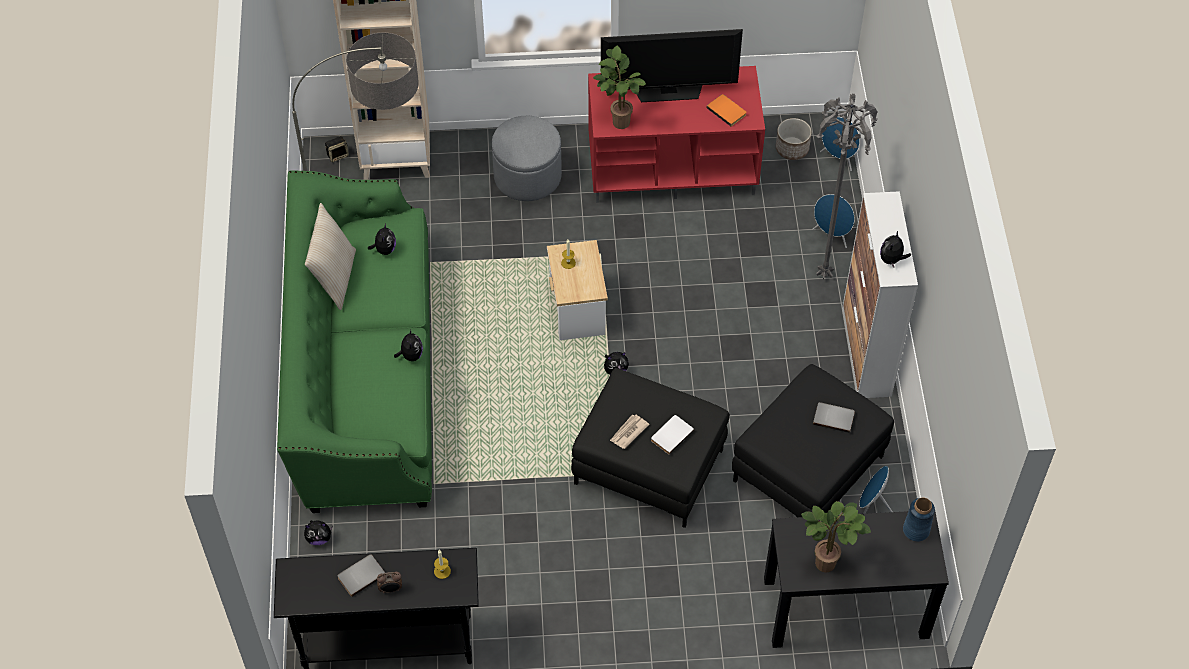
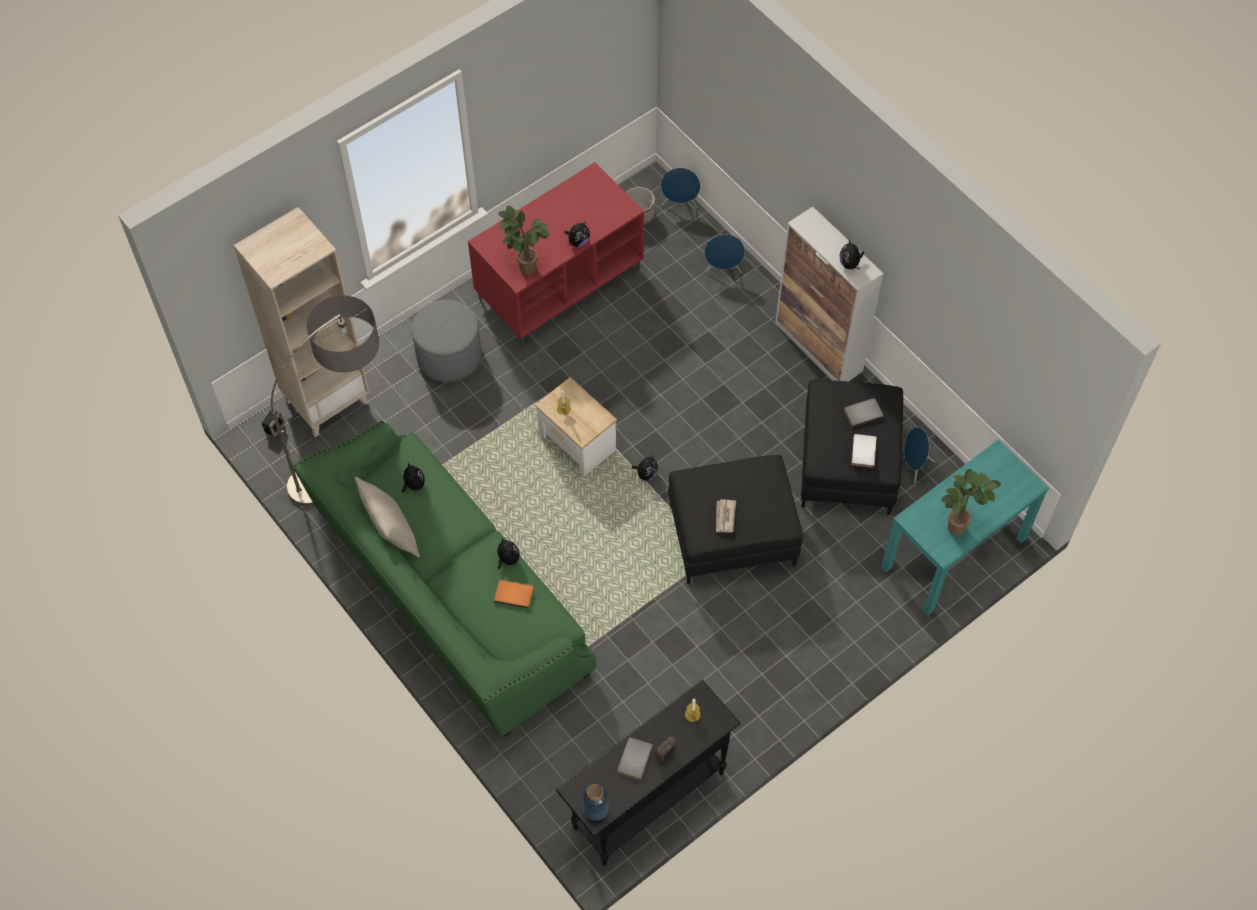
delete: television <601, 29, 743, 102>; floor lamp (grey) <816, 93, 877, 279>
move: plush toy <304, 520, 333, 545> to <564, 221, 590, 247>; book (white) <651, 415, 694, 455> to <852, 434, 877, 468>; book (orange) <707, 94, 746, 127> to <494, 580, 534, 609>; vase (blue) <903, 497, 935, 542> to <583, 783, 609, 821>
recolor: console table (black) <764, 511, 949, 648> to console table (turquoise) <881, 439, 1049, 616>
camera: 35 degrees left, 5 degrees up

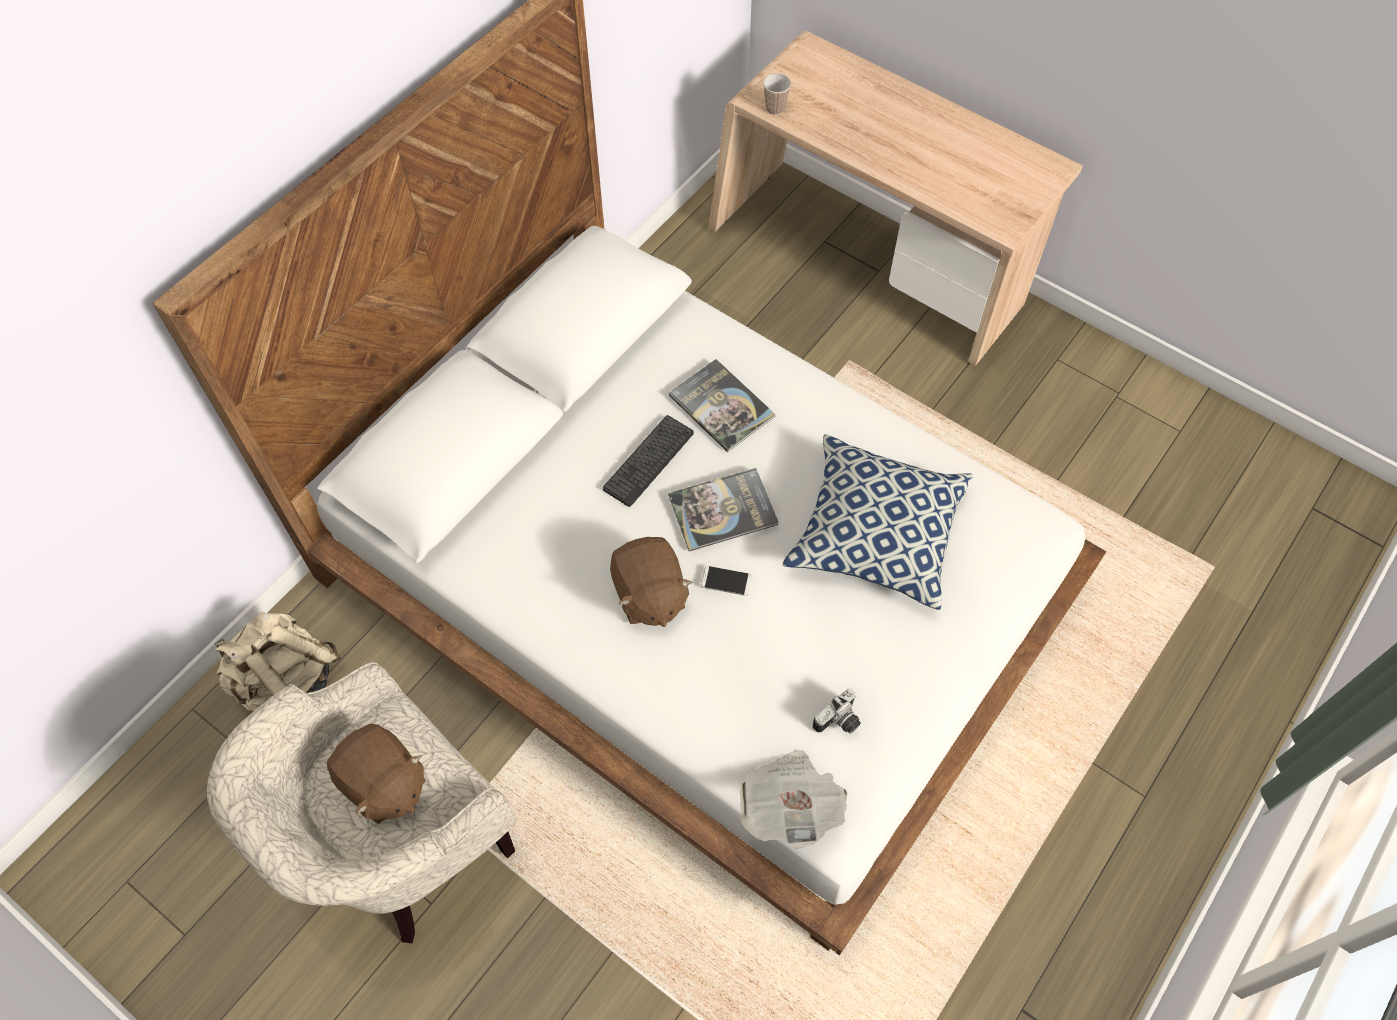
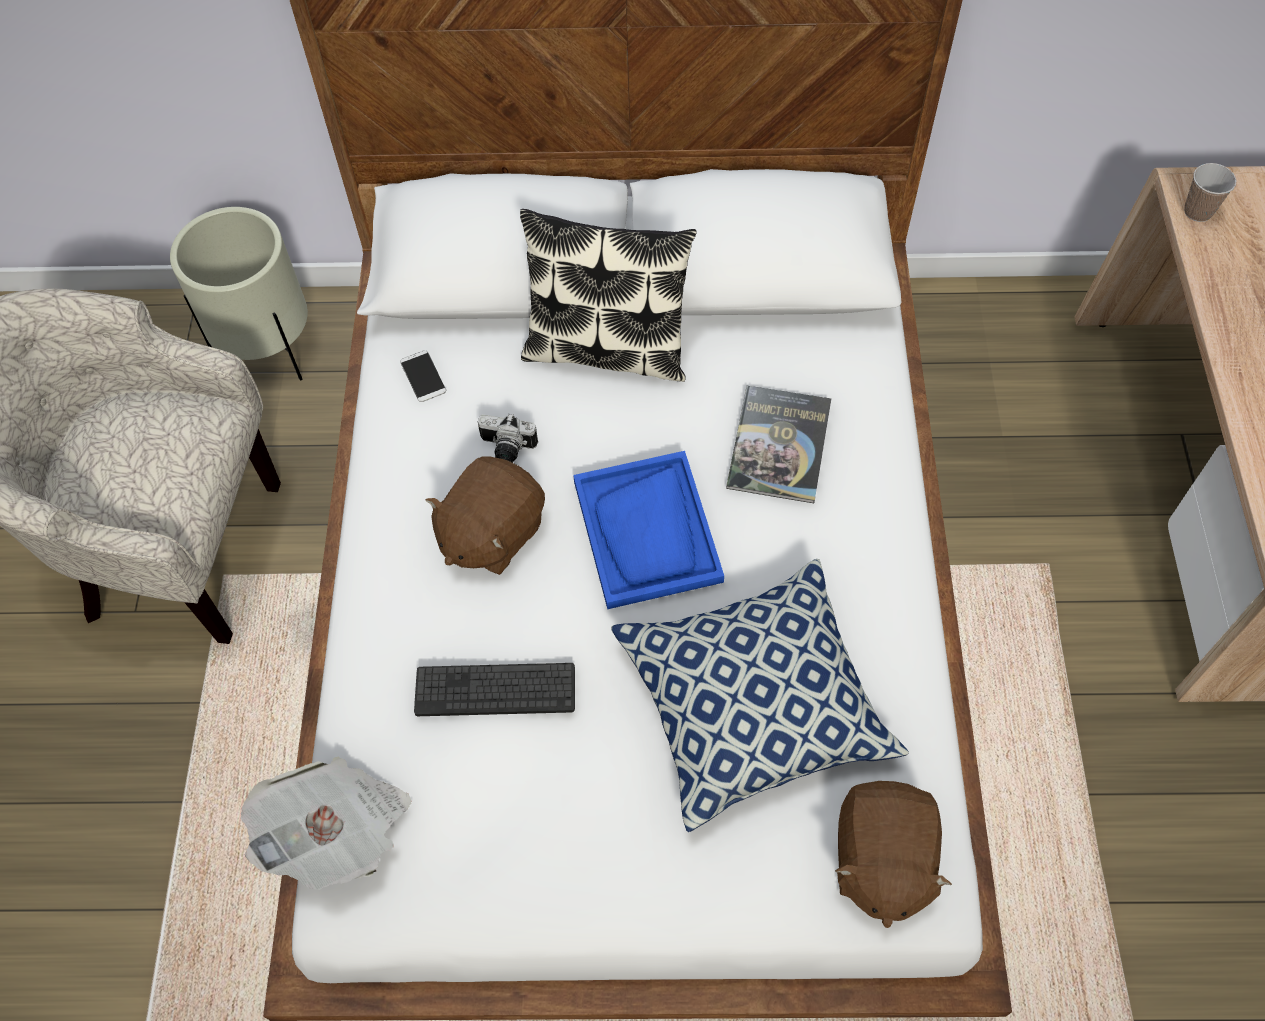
insert: pillow <520, 209, 697, 382>
move: plush toy (brown) <327, 723, 426, 824> to <835, 781, 952, 928>; keyboard <603, 415, 694, 507> to <414, 663, 575, 716>; phone <701, 566, 752, 596> to <400, 350, 446, 402>; photo camera <813, 688, 861, 734> to <478, 414, 538, 463>
replace: backpack (beige) <215, 612, 341, 711> to planter (beige) <170, 207, 308, 381>; book <668, 468, 779, 551> to tray (blue) <573, 451, 724, 609>
camera: 55 degrees right, 0 degrees up

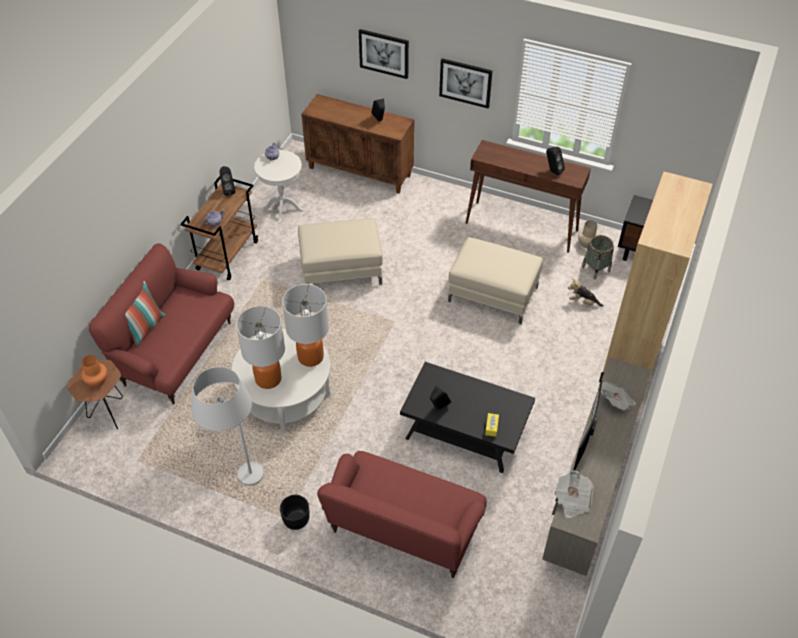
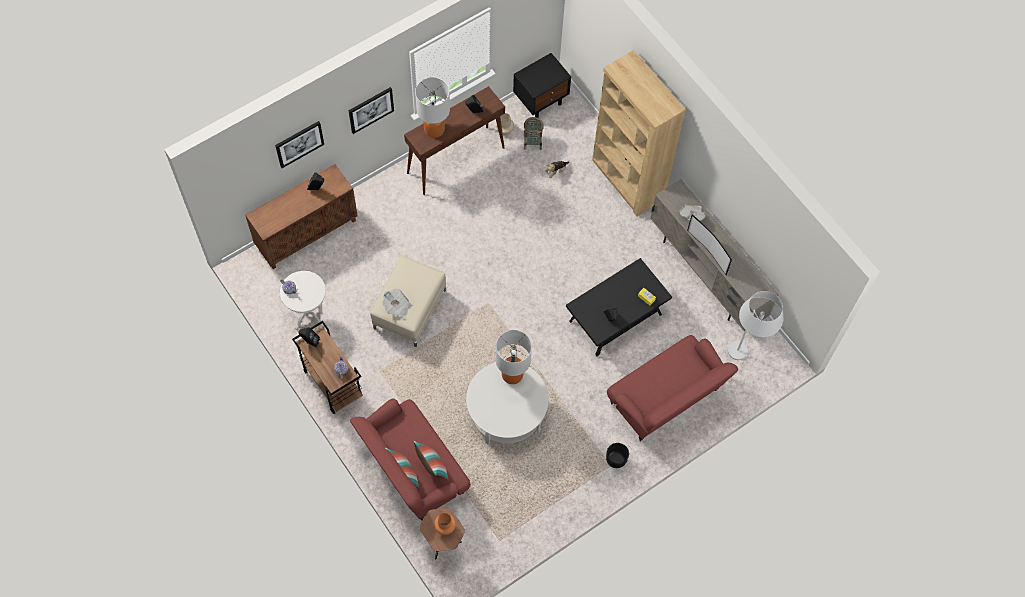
delete: ottoman (beige) <448, 237, 543, 325>
insert: pillow <414, 441, 449, 480>
move: floor lamp (white) <191, 367, 264, 486> to <728, 291, 783, 360>; table lamp <236, 306, 285, 389> to <415, 77, 450, 138>; newspaper <555, 470, 594, 518> to <383, 289, 411, 318>
camera: 60 degrees left, 15 degrees up

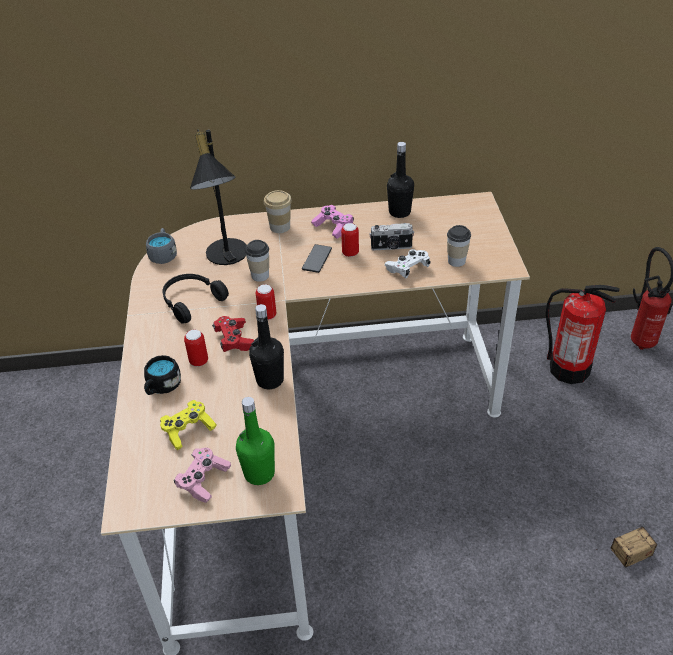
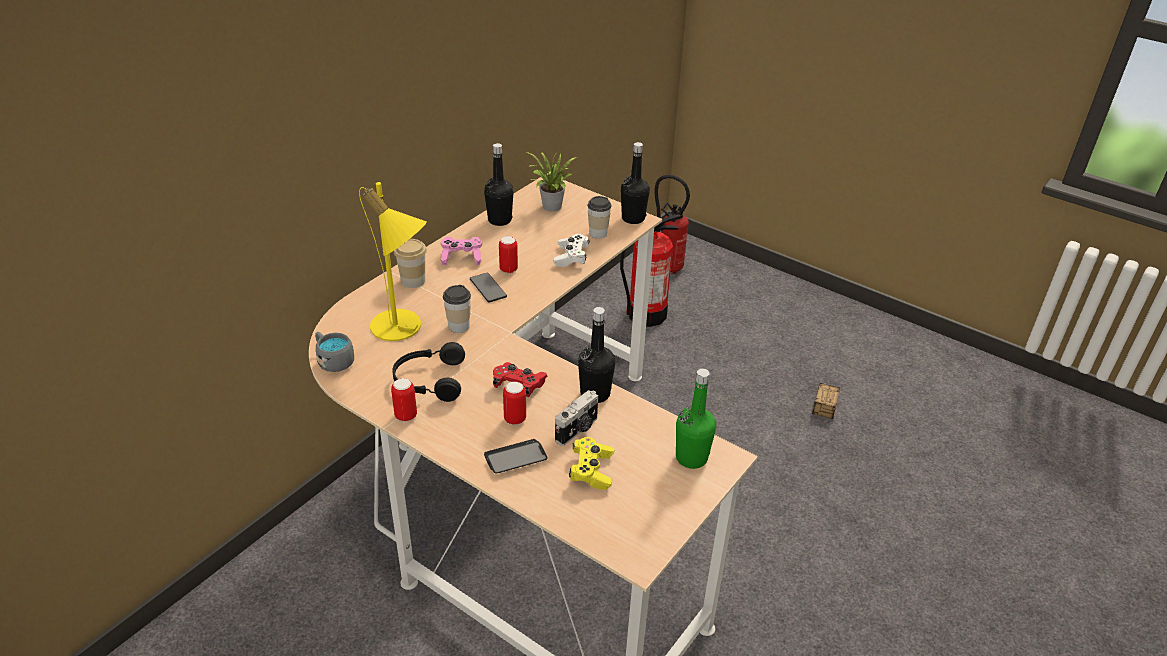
delete: game controller (pink) <174, 448, 231, 503>
insert: potted plant <527, 152, 576, 211>; bottle (black) <621, 142, 650, 224>
move: can <256, 284, 276, 320> to <391, 378, 417, 422>; photo camera <369, 223, 414, 250> to <555, 390, 598, 446>
replace: mug (black) <144, 355, 181, 395> to phone <484, 439, 547, 474>
recolor: table lamp (black) <190, 129, 247, 265> to table lamp (yellow) <359, 182, 427, 341>
camera: 50 degrees left, 5 degrees down

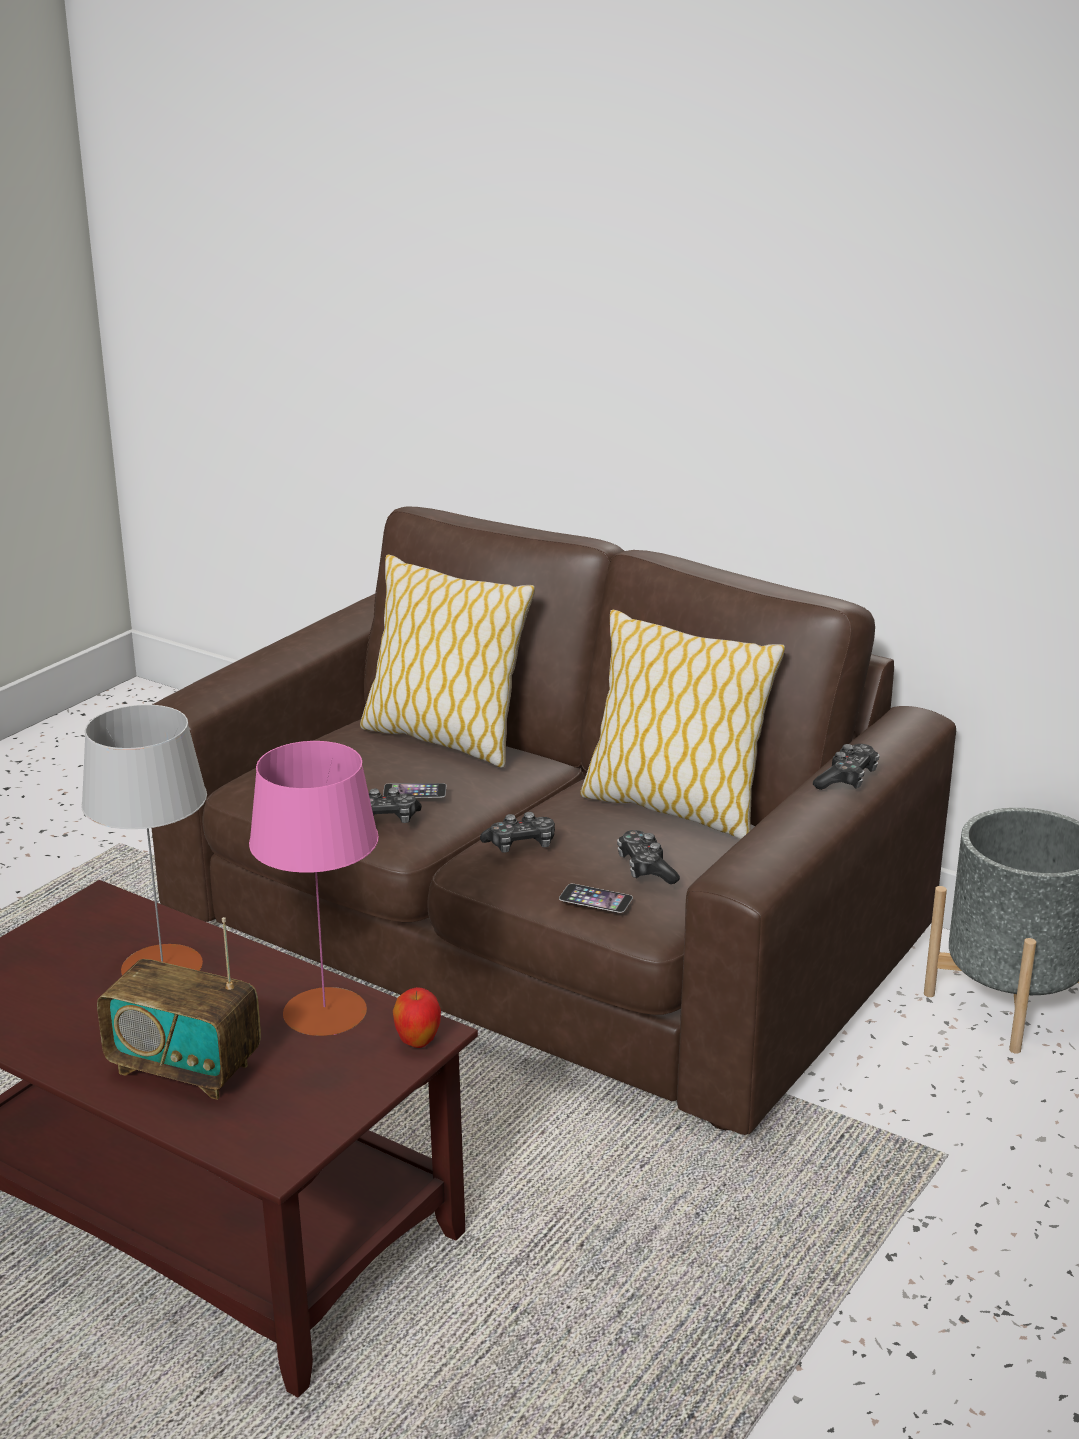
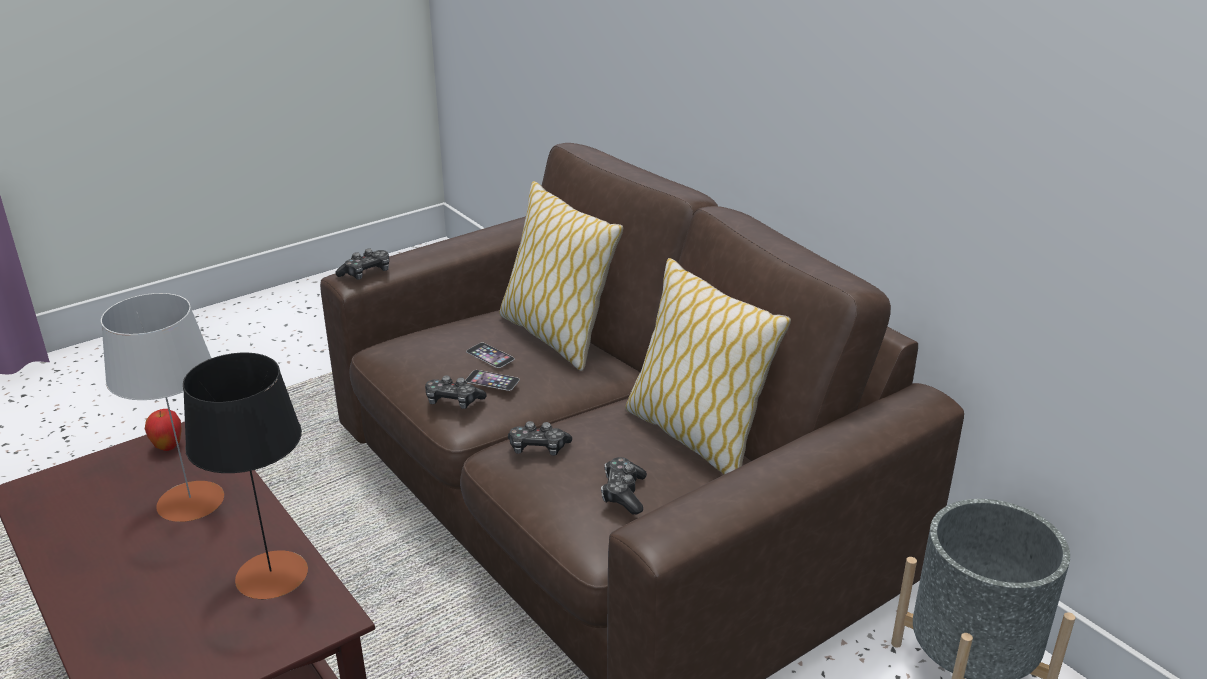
delete: radio <97, 917, 261, 1100>
move: apple <393, 987, 441, 1048> to <145, 409, 182, 451>; phone <559, 884, 633, 913> to <466, 343, 515, 368>; game controller <813, 744, 880, 790> to <335, 249, 389, 280>
recolor: table lamp (pink) <249, 741, 379, 1036> to table lamp (black) <183, 353, 308, 600>
camera: 20 degrees right, 5 degrees up

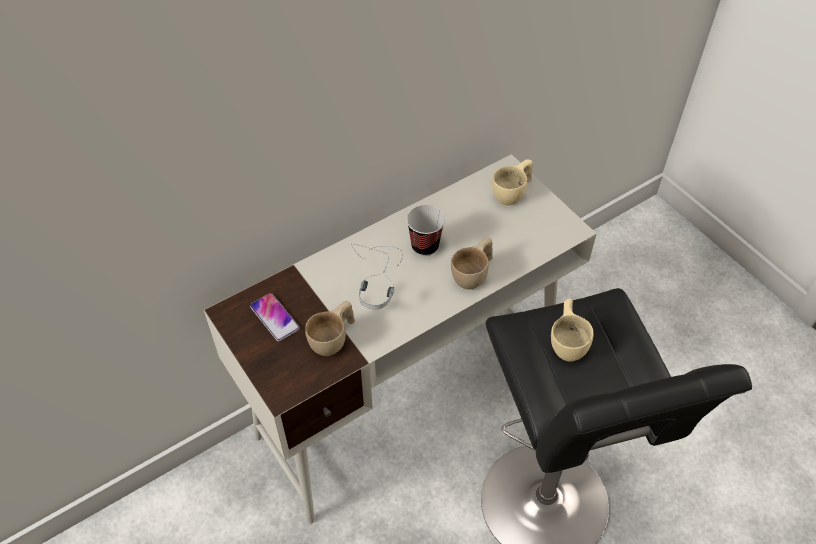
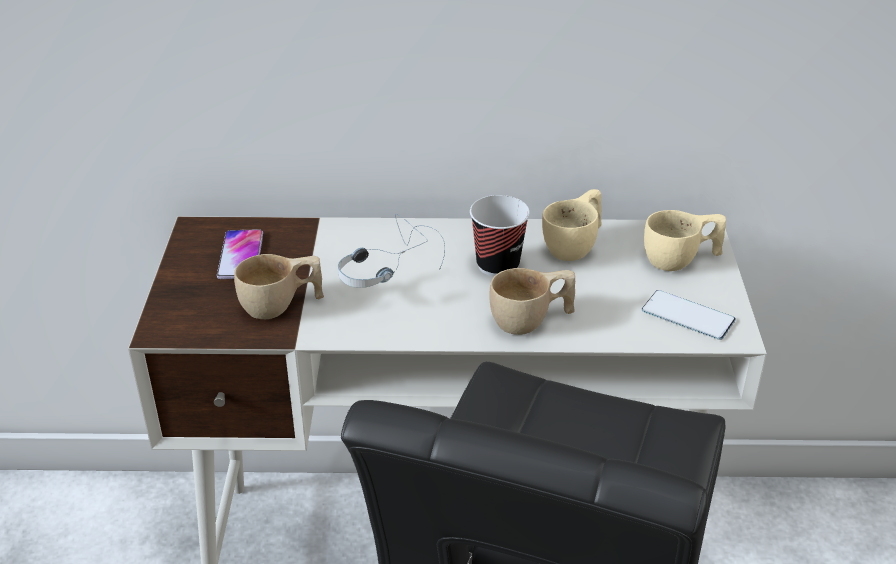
insert: phone <642, 290, 736, 340>
move: cup (beige) <551, 299, 593, 361> to <542, 189, 602, 261>
camera: 35 degrees right, 15 degrees down

